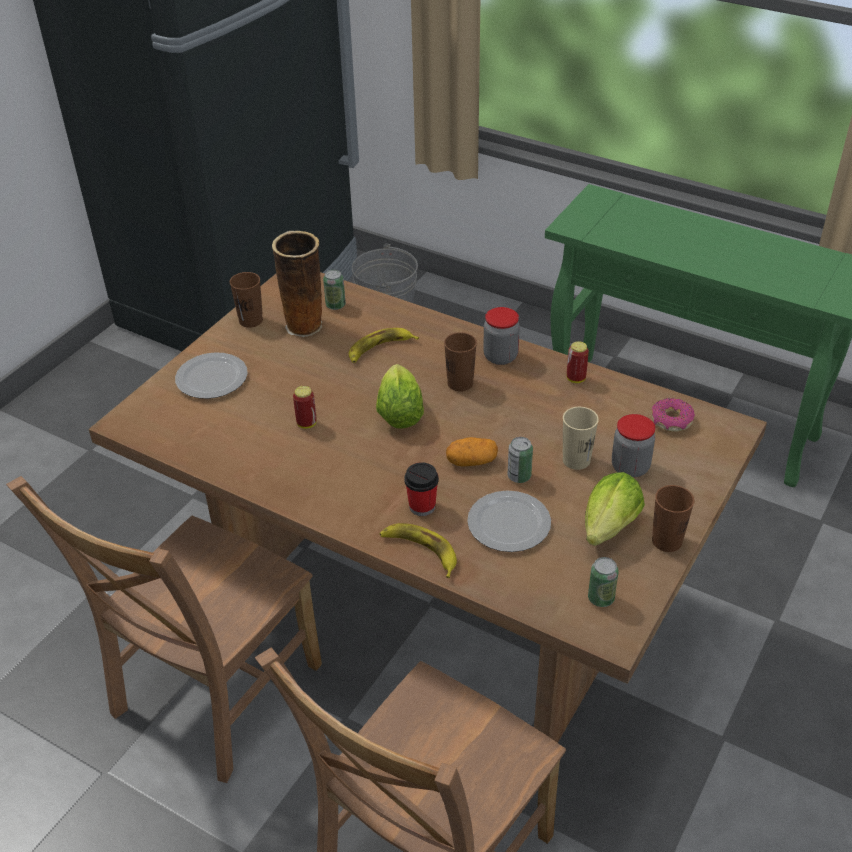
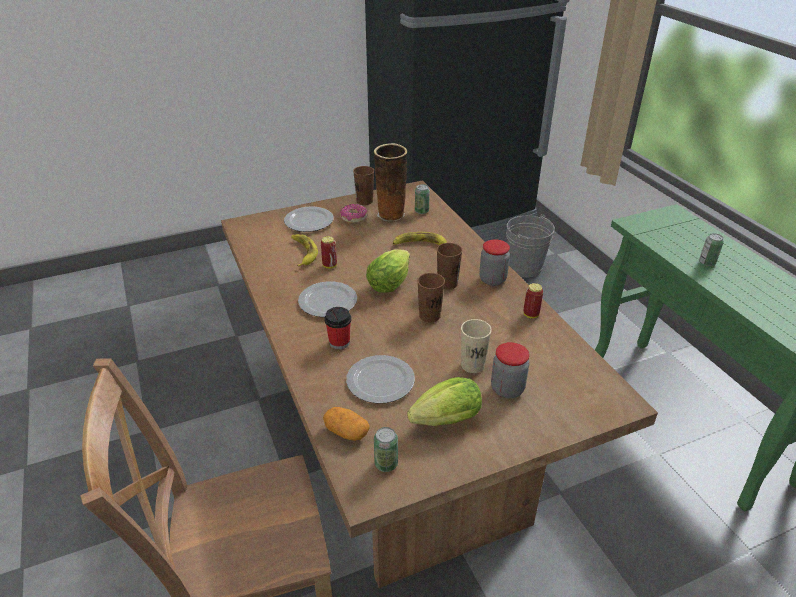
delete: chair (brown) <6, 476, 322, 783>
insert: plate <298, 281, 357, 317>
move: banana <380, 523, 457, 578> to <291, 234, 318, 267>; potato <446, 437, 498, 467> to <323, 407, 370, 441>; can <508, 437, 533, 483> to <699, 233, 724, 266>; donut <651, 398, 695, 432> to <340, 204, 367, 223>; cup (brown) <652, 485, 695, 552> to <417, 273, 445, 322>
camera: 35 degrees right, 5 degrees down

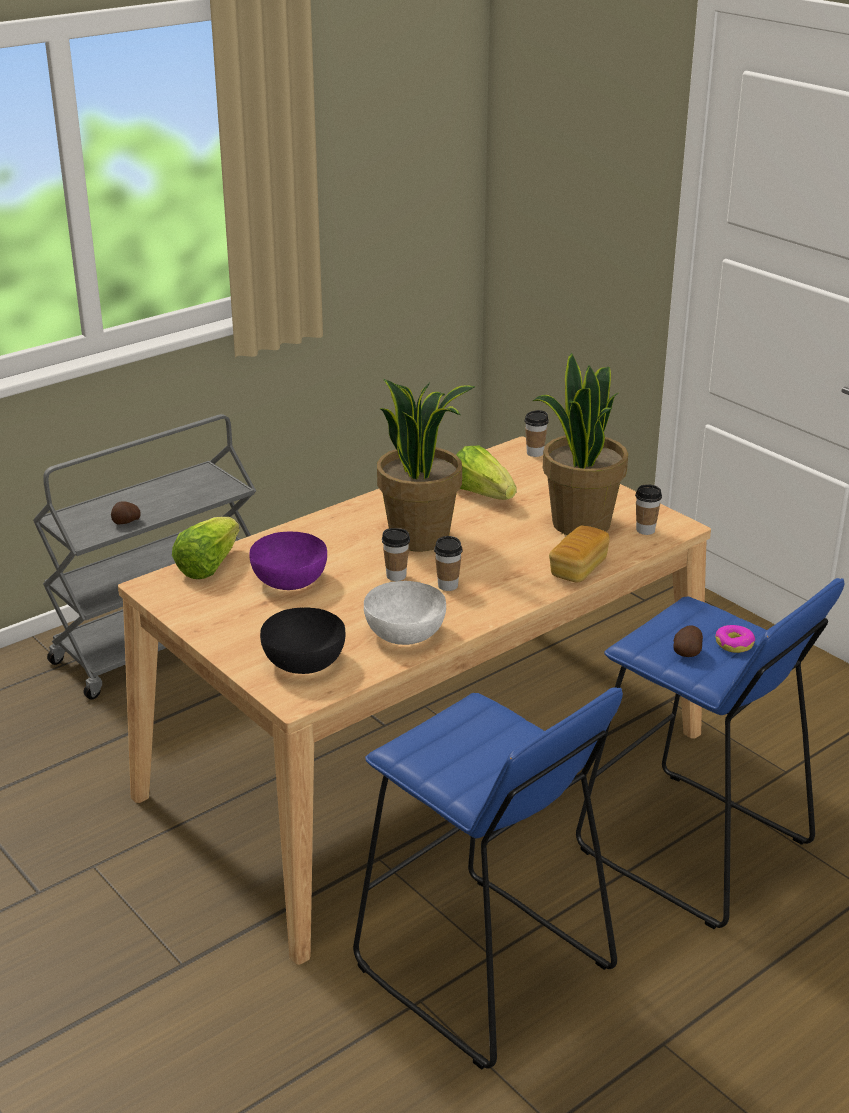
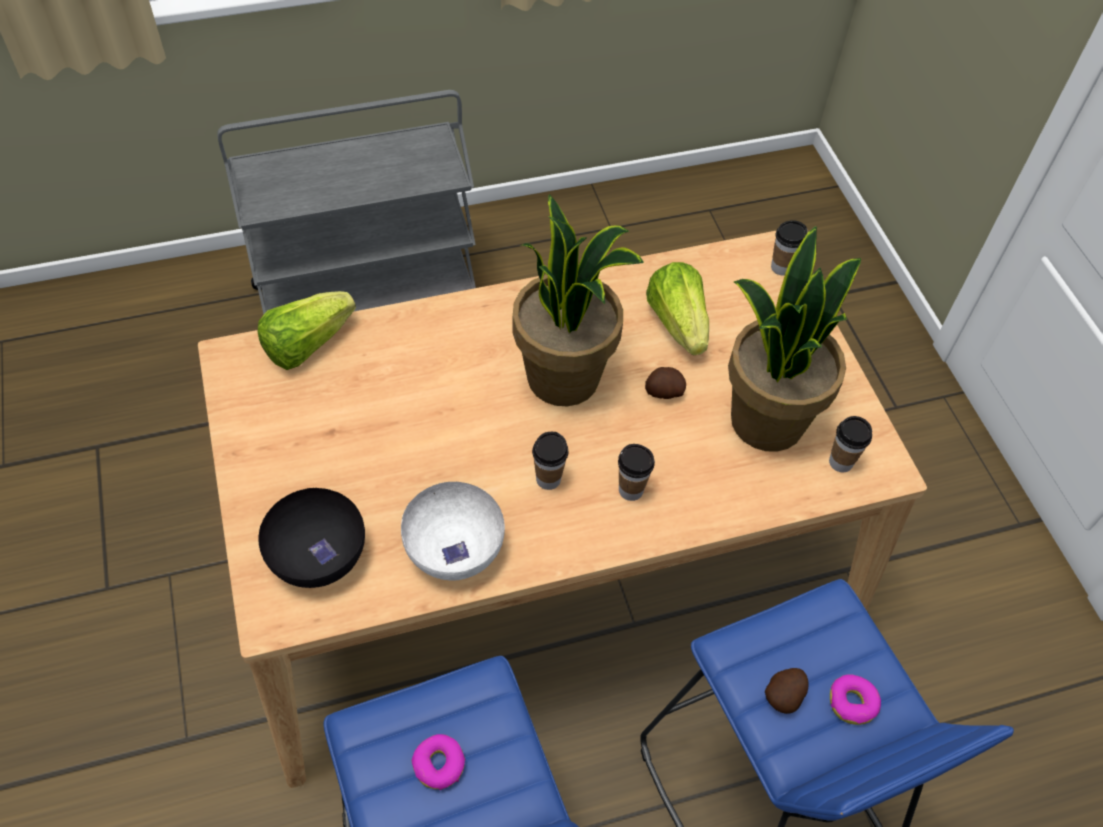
delete: bowl (purple) <249, 531, 327, 590>; bread <549, 525, 610, 583>
insert: donut <412, 734, 466, 790>
move: potato <111, 502, 140, 525> to <645, 367, 686, 399>; cup <382, 528, 410, 581> to <618, 444, 655, 501>
camera: 20 degrees right, 25 degrees up

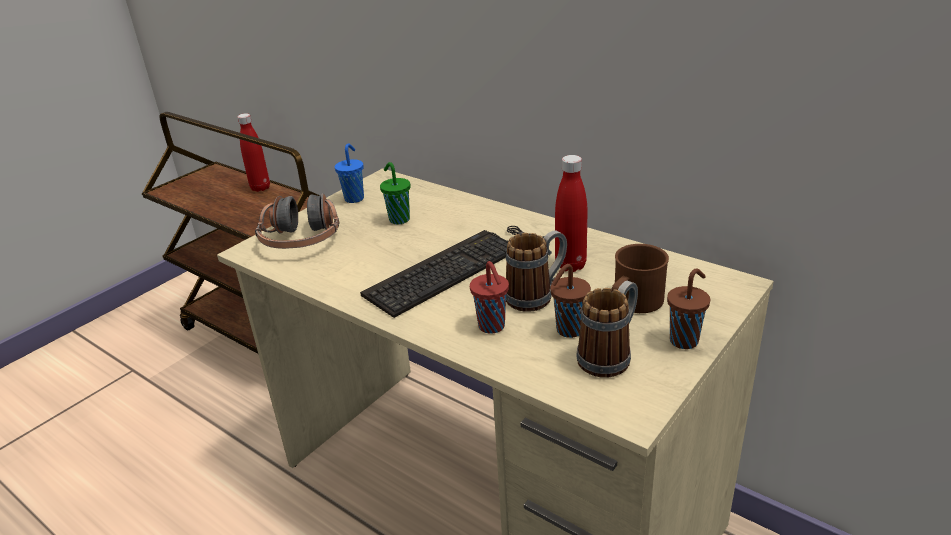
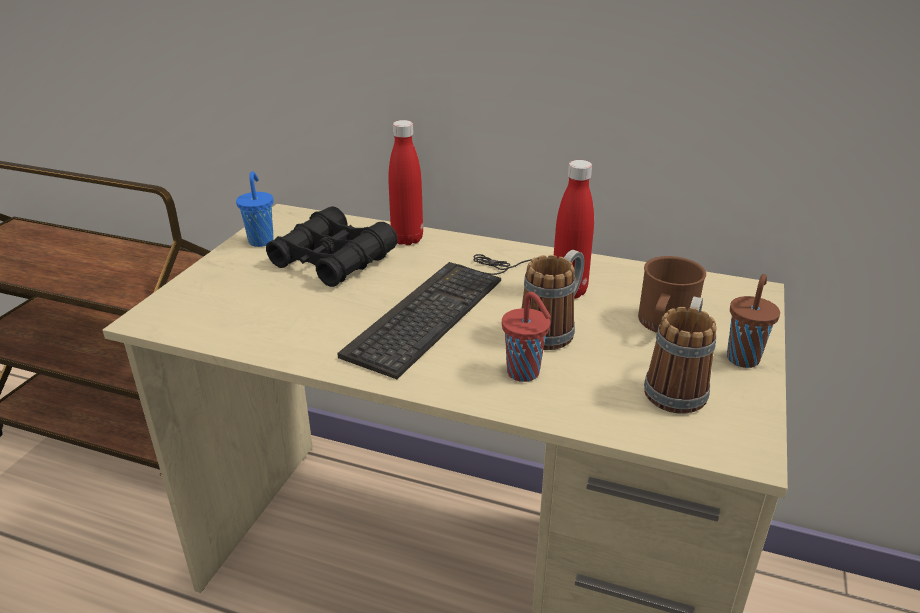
delete: headphones <255, 193, 340, 249>; cup (brown) <550, 264, 591, 338>
move: bottle (red) <237, 113, 270, 192> to <388, 120, 423, 245>
replace: cup (green) <380, 162, 411, 225> to binoculars (black) <266, 206, 398, 287>
camera: 20 degrees left, 0 degrees up

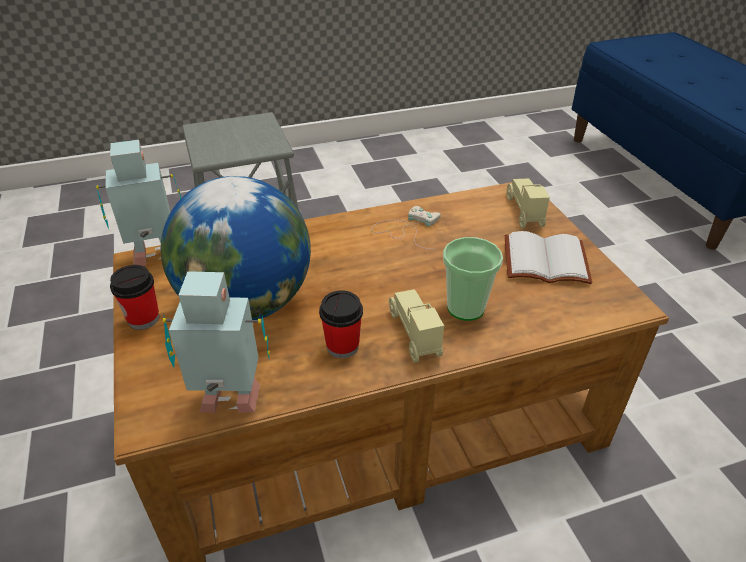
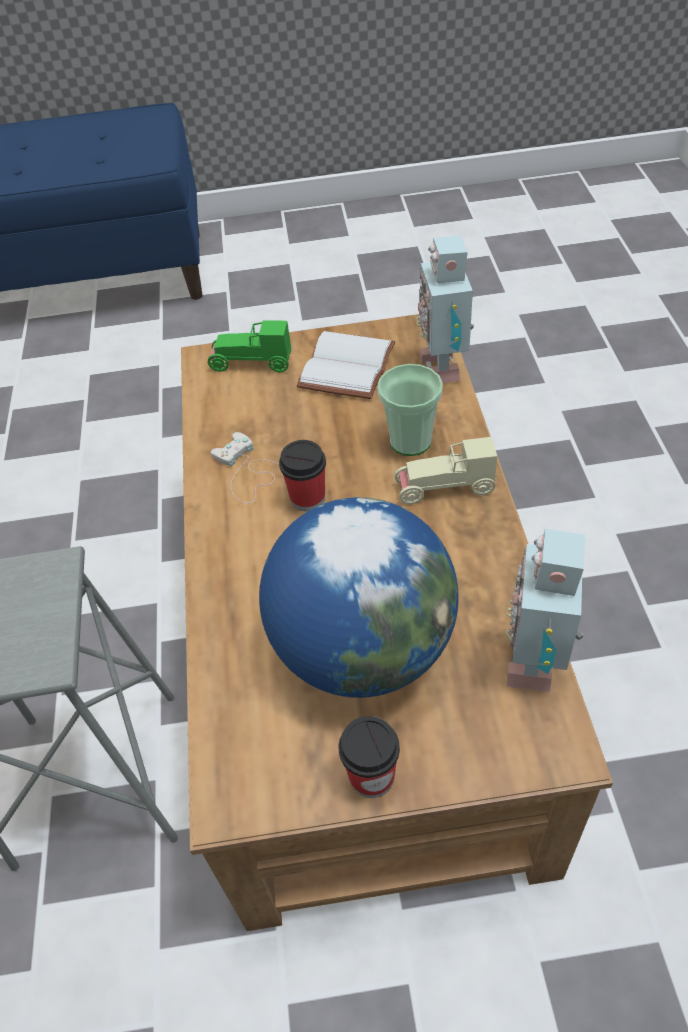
move: toy robot <96, 140, 181, 266> to <416, 236, 474, 383>; cup <319, 291, 363, 358> to <279, 440, 326, 512>
recolor: toy car (beige) <507, 178, 550, 228> to toy car (green) <208, 320, 291, 372>
camera: 75 degrees left, 10 degrees up

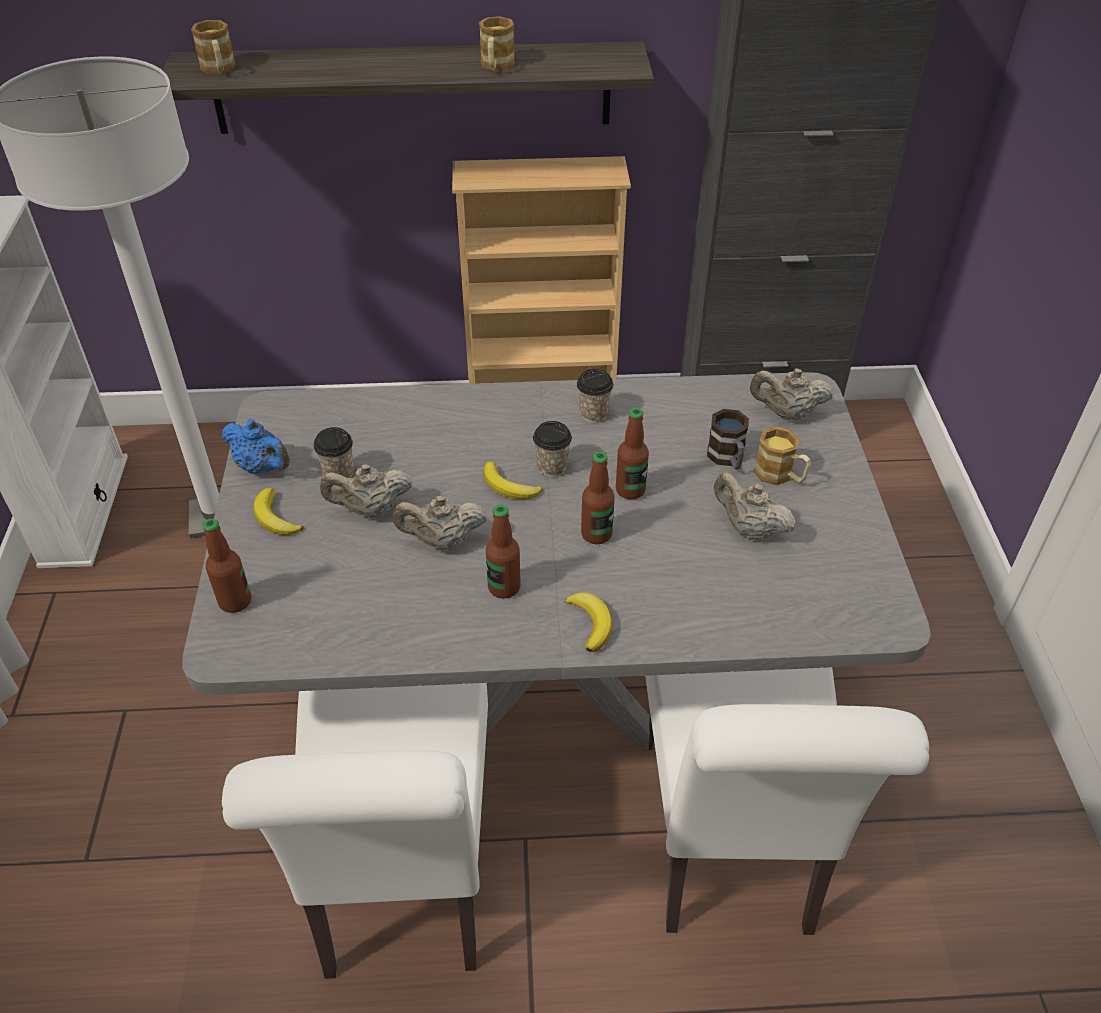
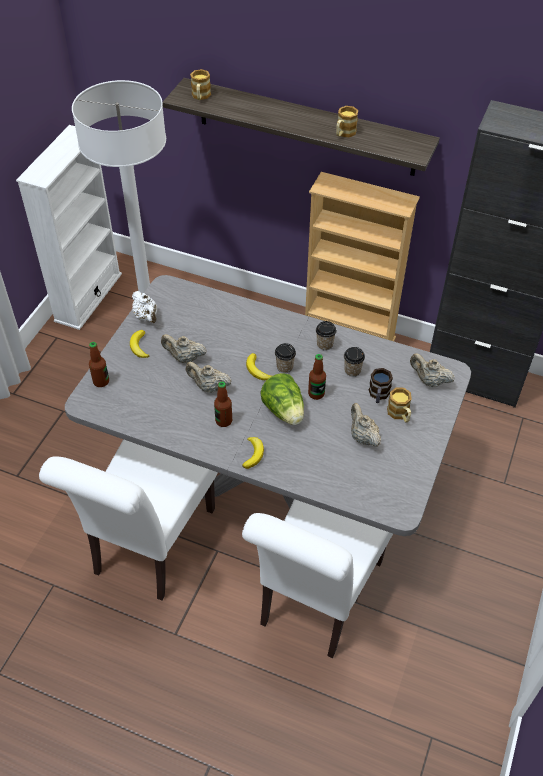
move: cup <313, 427, 354, 478> to <344, 347, 365, 377>
replace: bottle <581, 452, 615, 544> to lettuce <260, 373, 304, 425>
recolor: teapot (blue) <222, 419, 290, 474> to teapot (white) <132, 291, 157, 323>
camera: 25 degrees right, 5 degrees up

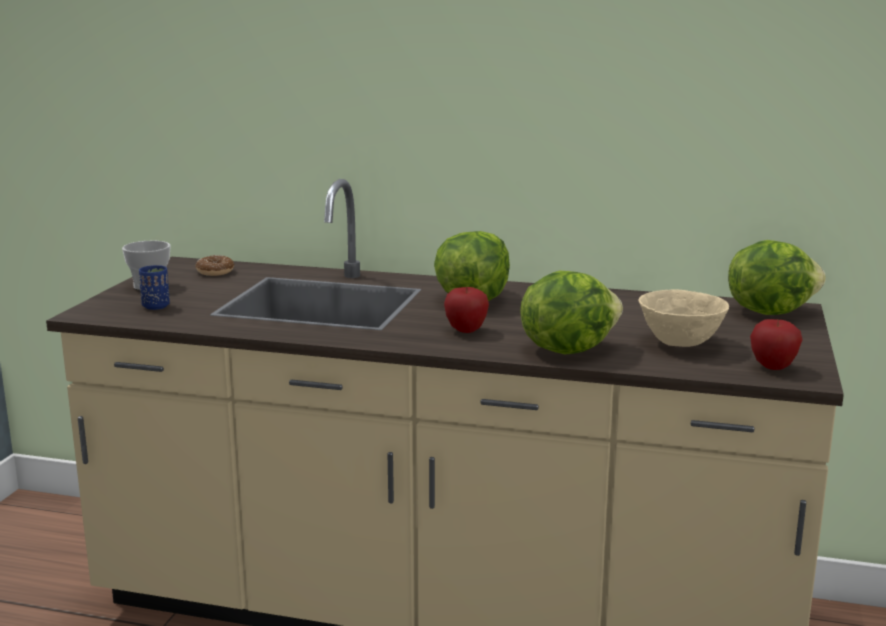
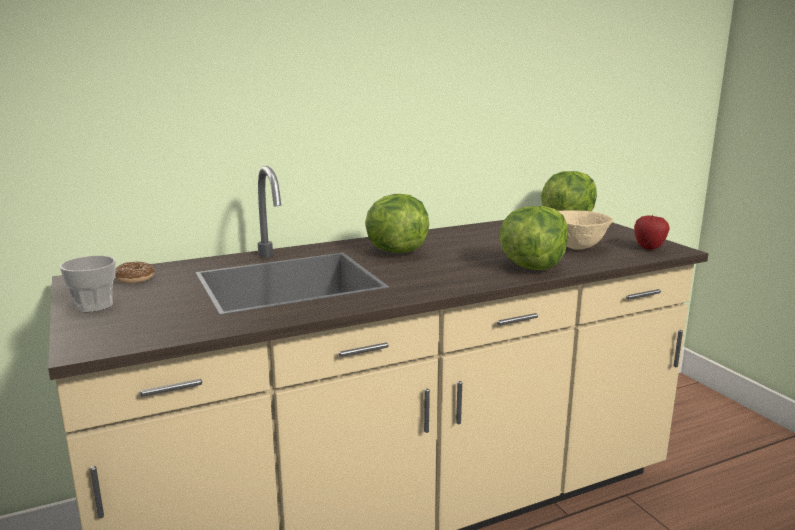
delete: cup (blue) <139, 265, 170, 310>; apple <444, 286, 489, 333>
camera: 40 degrees left, 0 degrees up

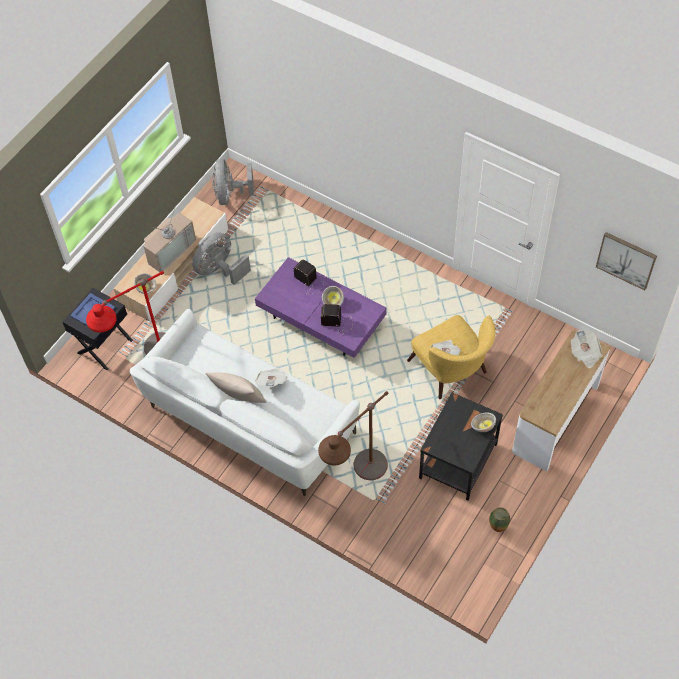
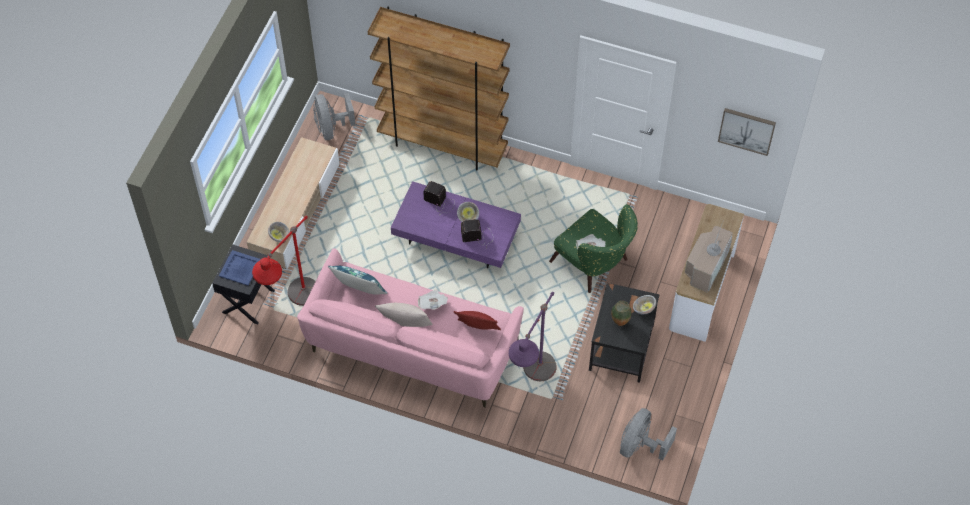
delete: newspaper <571, 329, 603, 368>
insert: pillow (blue) <328, 266, 388, 295>; bookcase (brown) <368, 7, 510, 171>; pillow (red) <454, 311, 501, 330>
move: television <143, 206, 196, 272> to <685, 222, 733, 292>; fan (grey) <192, 233, 251, 285> to <620, 408, 677, 461>; vase <489, 507, 510, 532> to <611, 301, 631, 326>
recolor: sofa (white) <130, 309, 360, 496> to sofa (pink) <297, 248, 524, 408>; floor lamp (brown) <318, 391, 388, 480> to floor lamp (purple) <509, 292, 557, 381>; armchair (yellow) <407, 315, 496, 399> to armchair (green) <549, 204, 638, 293>
camera: 15 degrees left, 0 degrees up

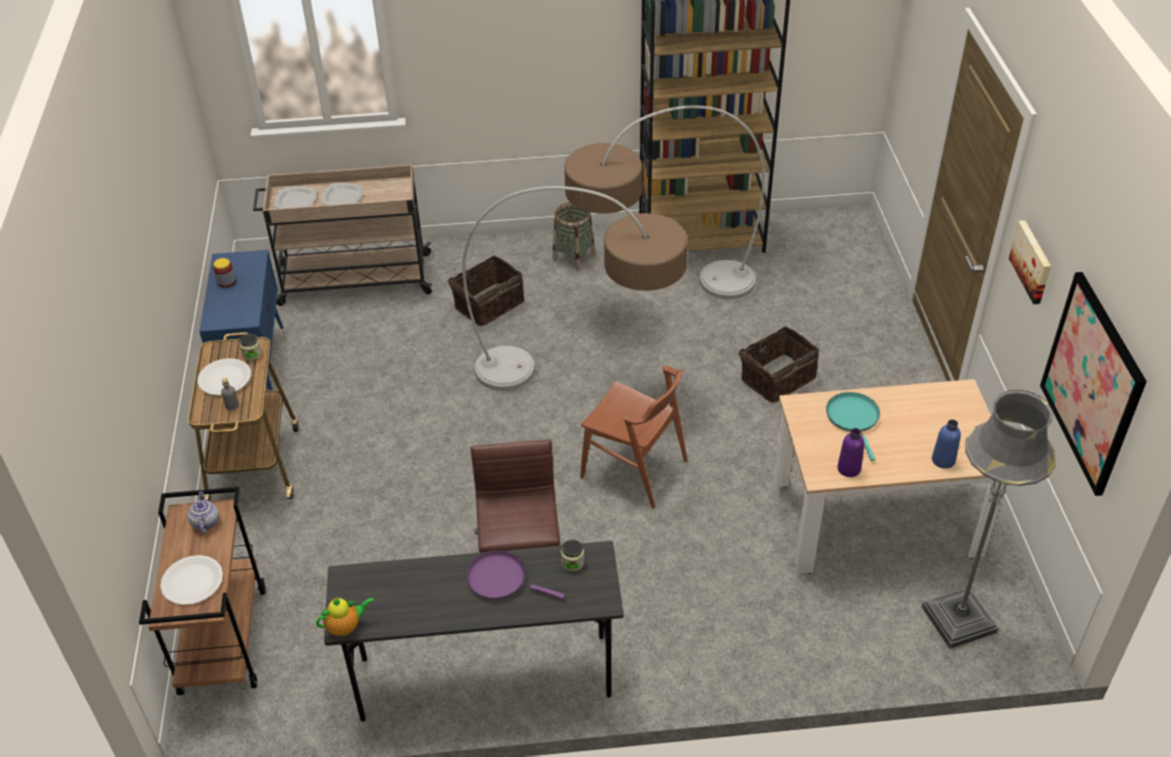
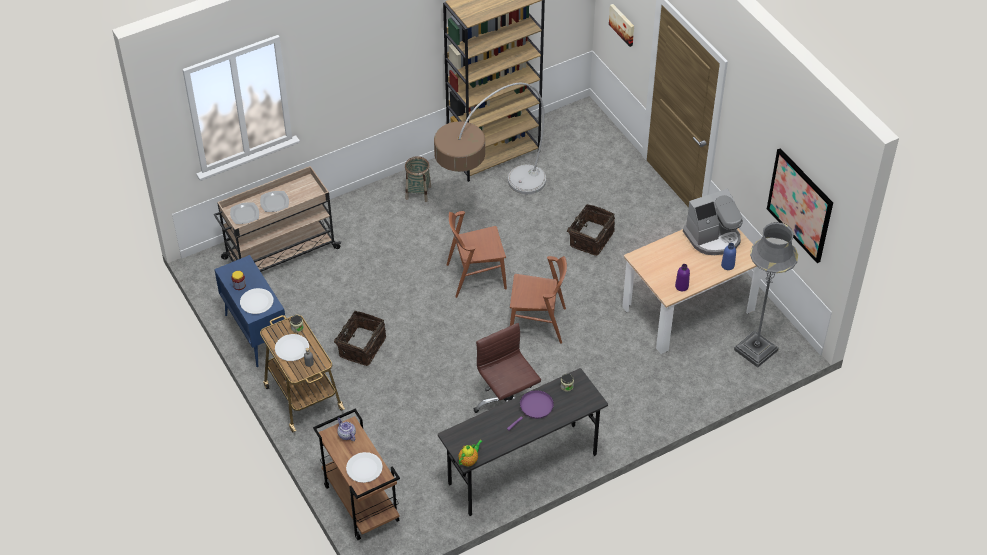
delete: frying pan (turquoise) <826, 392, 880, 461>
insert: plate (white) <240, 288, 273, 314>; coffee machine <683, 189, 743, 255>
move: basket <448, 256, 524, 326> to <328, 311, 386, 366>; picture <1009, 220, 1051, 304> to <609, 4, 634, 47>
replace: floor lamp <462, 186, 688, 391> to chair (brown) <447, 211, 507, 298>
rotate: frying pan (purple) <466, 550, 565, 600> = <507, 390, 554, 430> 135 degrees clockwise
camera: 25 degrees left, 5 degrees up

